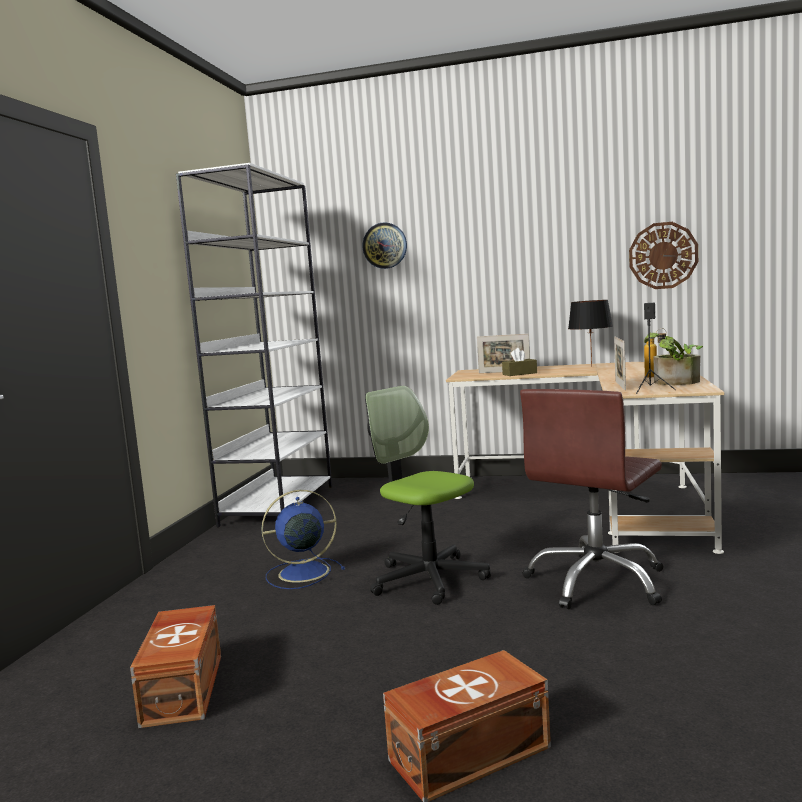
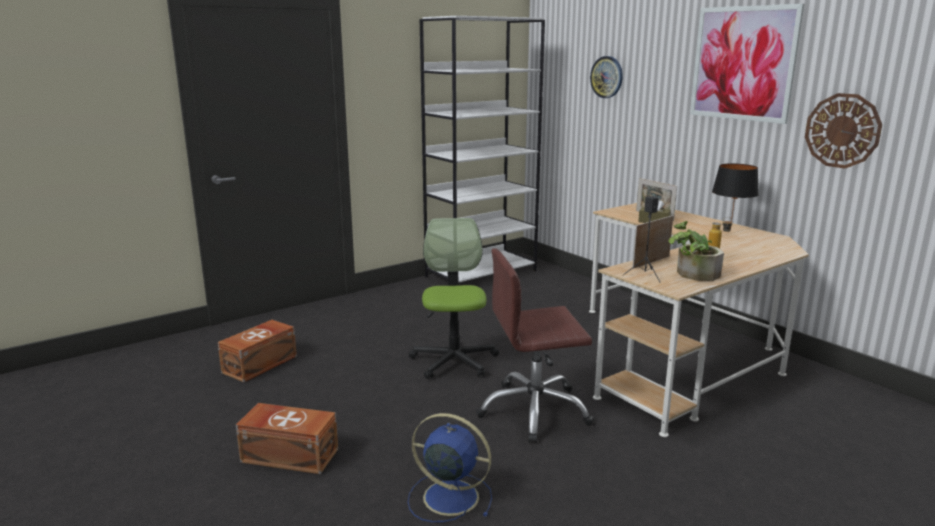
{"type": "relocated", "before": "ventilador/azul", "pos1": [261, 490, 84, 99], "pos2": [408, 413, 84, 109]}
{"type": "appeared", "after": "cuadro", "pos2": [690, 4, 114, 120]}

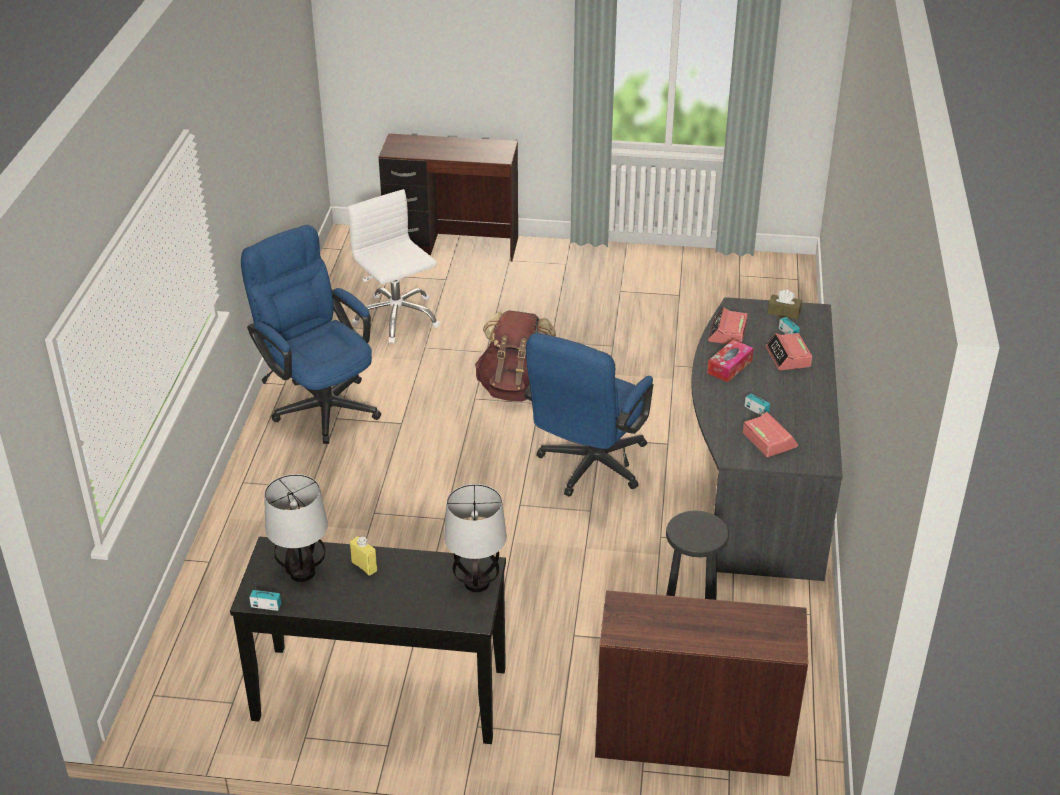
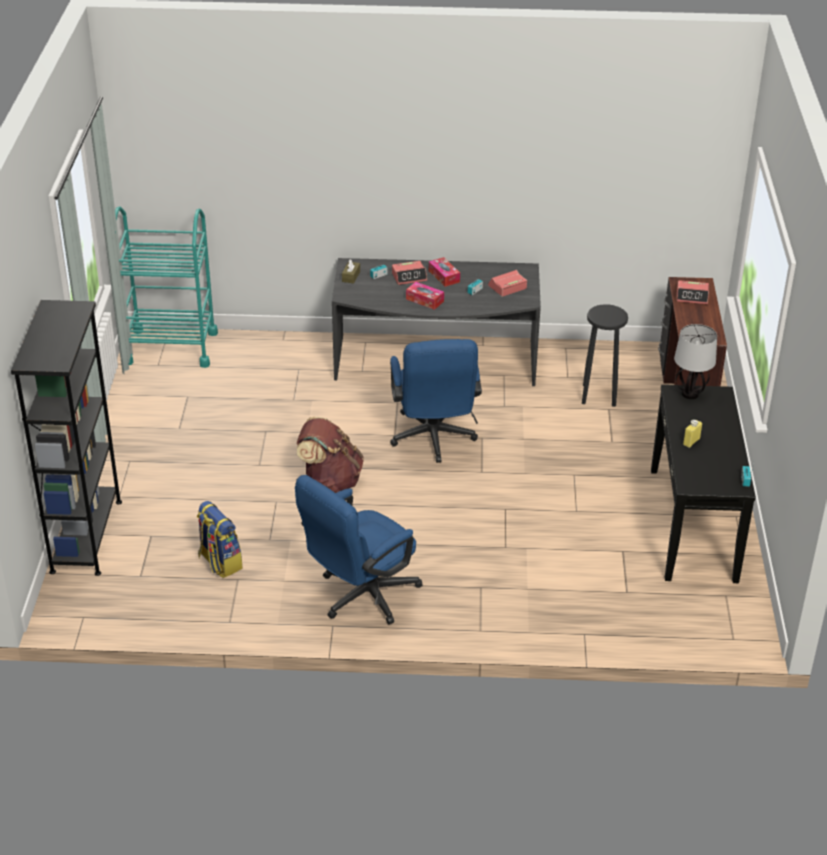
{"type": "exchanged", "before": "escritorio/marrón", "after": "estantería/negro", "pos1": [379, 133, 139, 129], "pos2": [11, 300, 111, 276]}
{"type": "exchanged", "before": "silla de oficina/blanco", "after": "mochila", "pos1": [347, 189, 94, 155], "pos2": [197, 501, 46, 77]}
{"type": "relocated", "before": "despertador", "pos1": [708, 307, 40, 37], "pos2": [676, 280, 33, 24]}
{"type": "spun", "before": "silla de oficina/azul", "pos1": [524, 333, 129, 164], "pos2": [390, 339, 92, 124], "turn": 60}
{"type": "missing", "before": "lámpara de mesa", "pos1": [264, 474, 64, 108]}
{"type": "appeared", "after": "carrito/turquesa", "pos2": [115, 206, 103, 162]}
{"type": "appeared", "after": "caja de pañuelos", "pos2": [429, 257, 31, 30]}

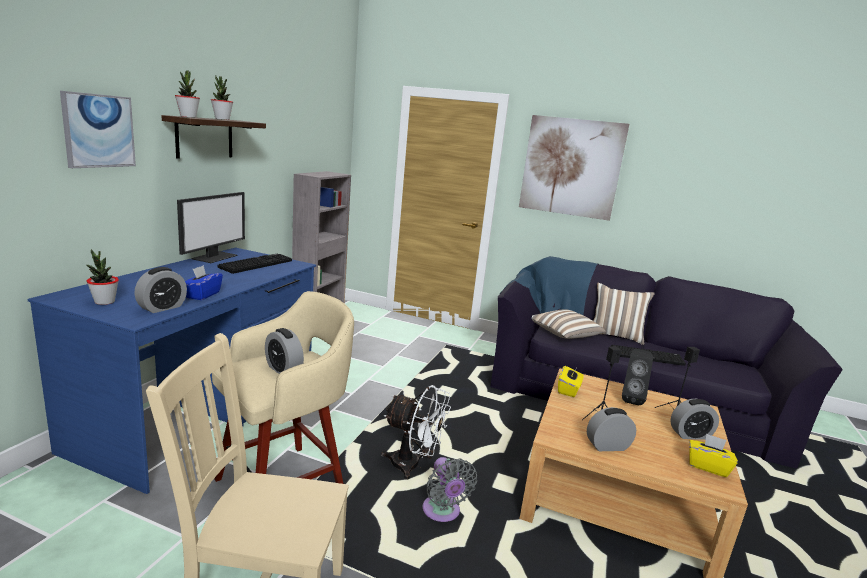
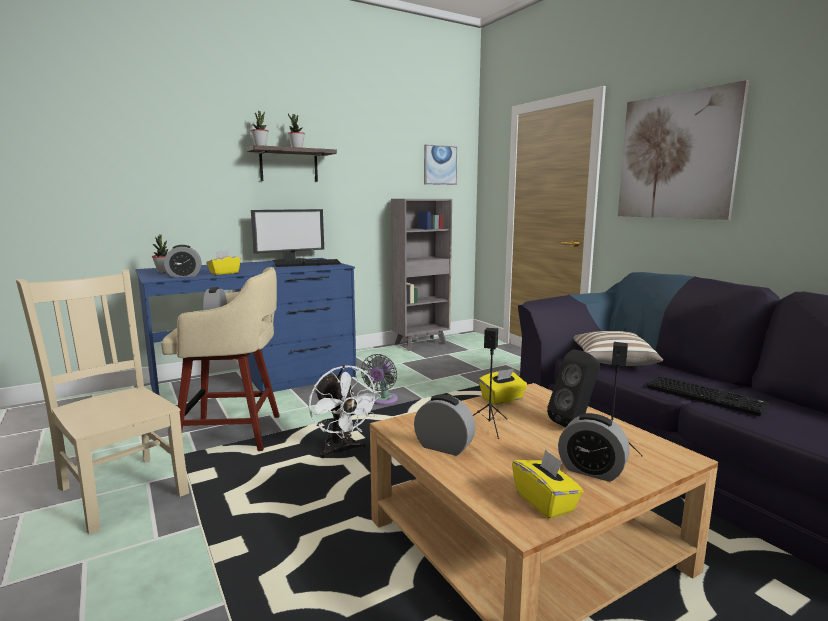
{"type": "relocated", "before": "cuadro", "pos1": [60, 91, 76, 77], "pos2": [424, 144, 33, 41]}
{"type": "colour", "before": "caja de pañuelos/azul", "after": "caja de pañuelos/amarillo", "pos1": [185, 265, 38, 35], "pos2": [206, 250, 35, 25]}
{"type": "missing", "before": "cojín", "pos1": [593, 283, 62, 62]}
{"type": "relocated", "before": "ventilador/gris", "pos1": [423, 457, 54, 65], "pos2": [361, 354, 37, 51]}

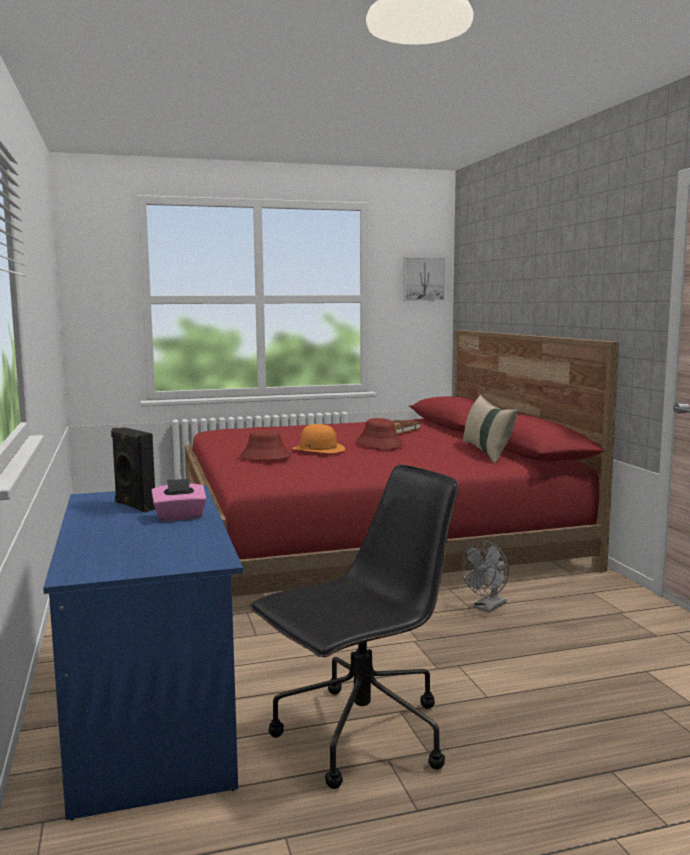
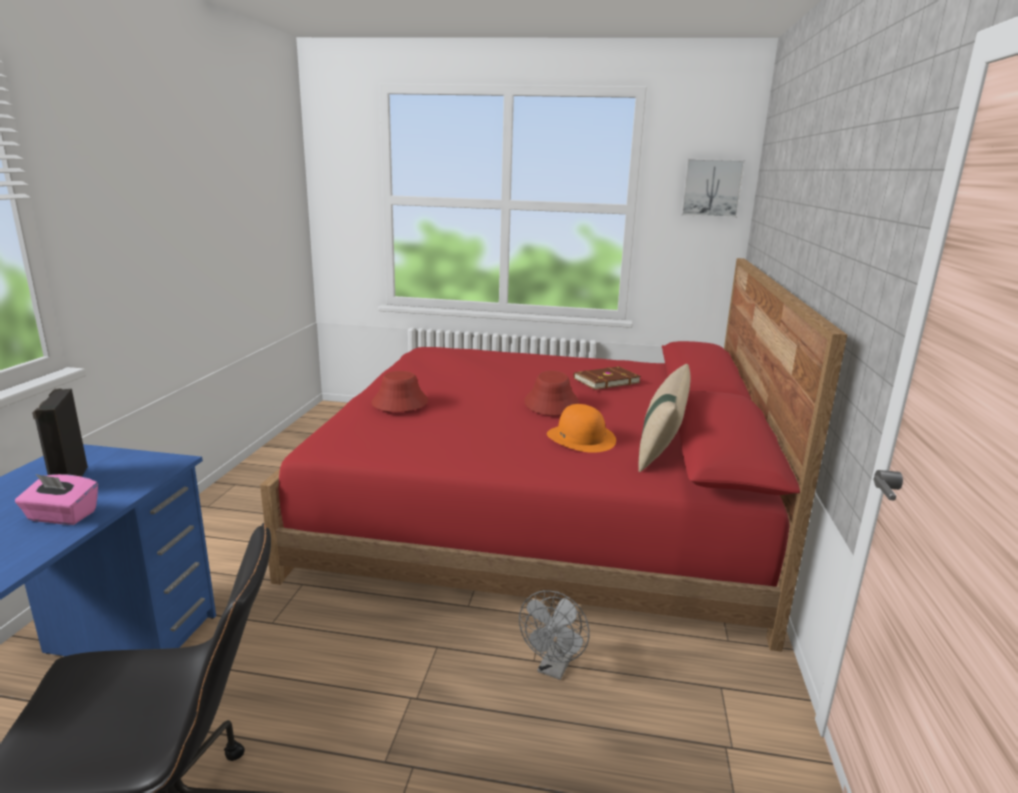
{"type": "relocated", "before": "sombrero/naranja", "pos1": [292, 424, 53, 29], "pos2": [547, 404, 69, 49]}
{"type": "spun", "before": "ventilador/gris", "pos1": [461, 540, 48, 72], "pos2": [519, 590, 71, 90], "turn": -45}

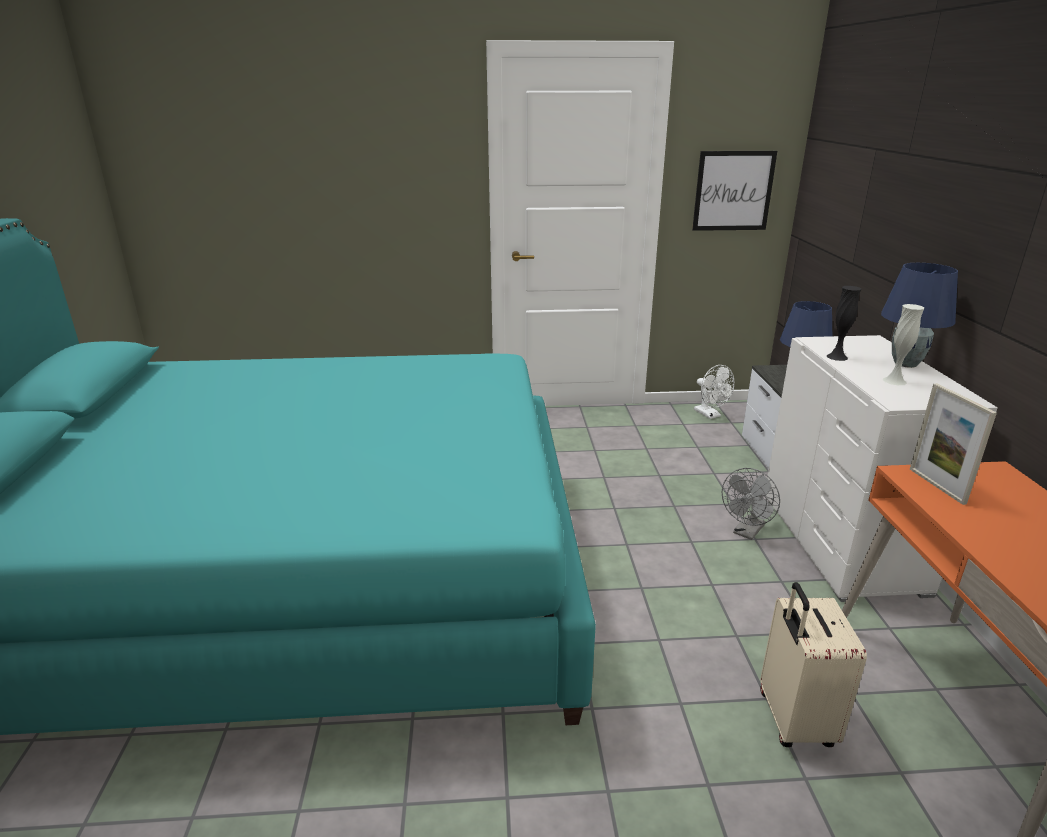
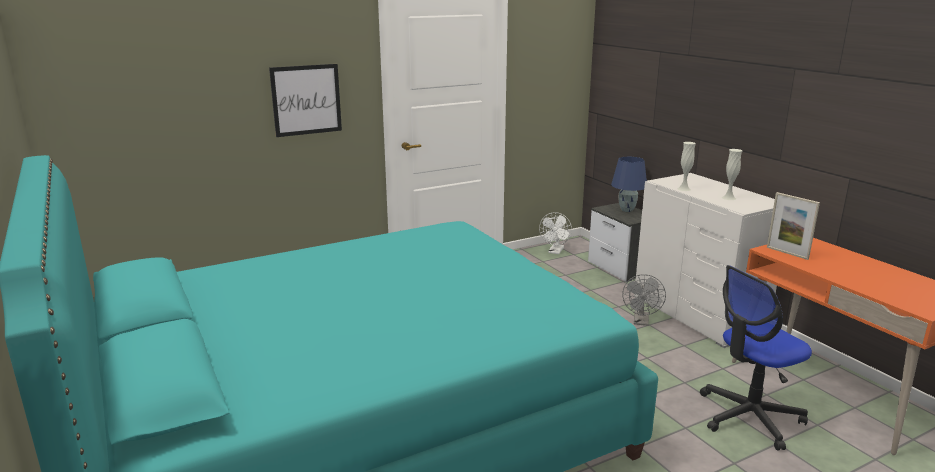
{"type": "relocated", "before": "cuadro", "pos1": [692, 151, 85, 80], "pos2": [269, 64, 73, 73]}
{"type": "missing", "before": "lámpara de mesa/azul", "pos1": [881, 263, 77, 105]}
{"type": "colour", "before": "florero/negro", "after": "florero/blanco", "pos1": [826, 286, 36, 75], "pos2": [677, 142, 19, 49]}
{"type": "spun", "before": "ventilador/blanco", "pos1": [694, 365, 40, 54], "pos2": [539, 212, 33, 42], "turn": 75}
{"type": "exchanged", "before": "maleta/beis", "after": "silla de oficina", "pos1": [760, 582, 107, 165], "pos2": [700, 265, 112, 185]}

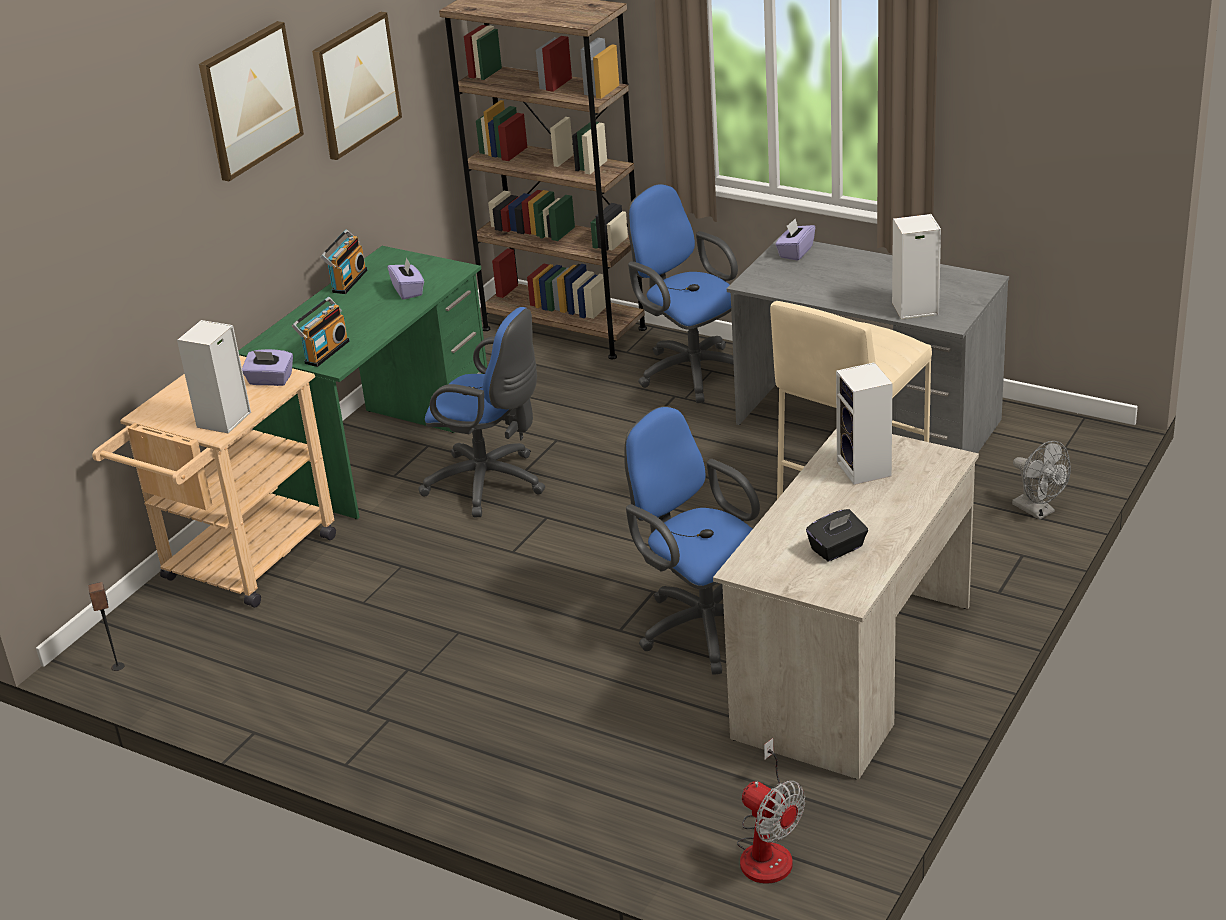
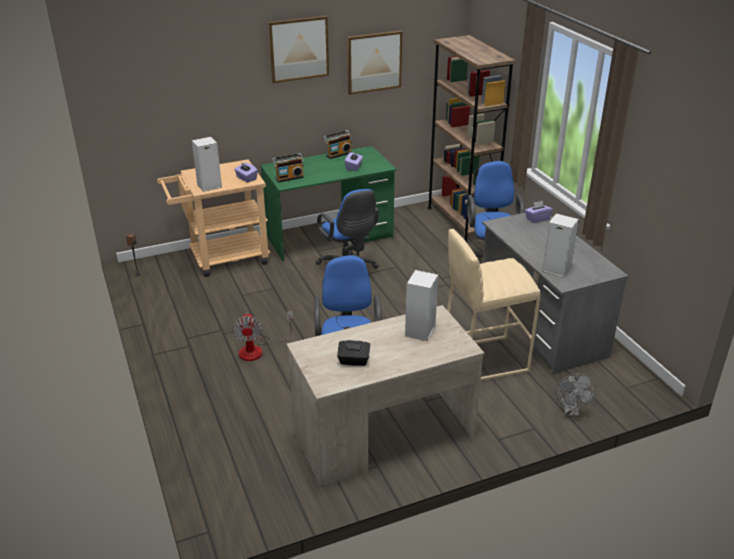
{"type": "relocated", "before": "ventilador", "pos1": [737, 738, 68, 146], "pos2": [232, 311, 61, 50]}

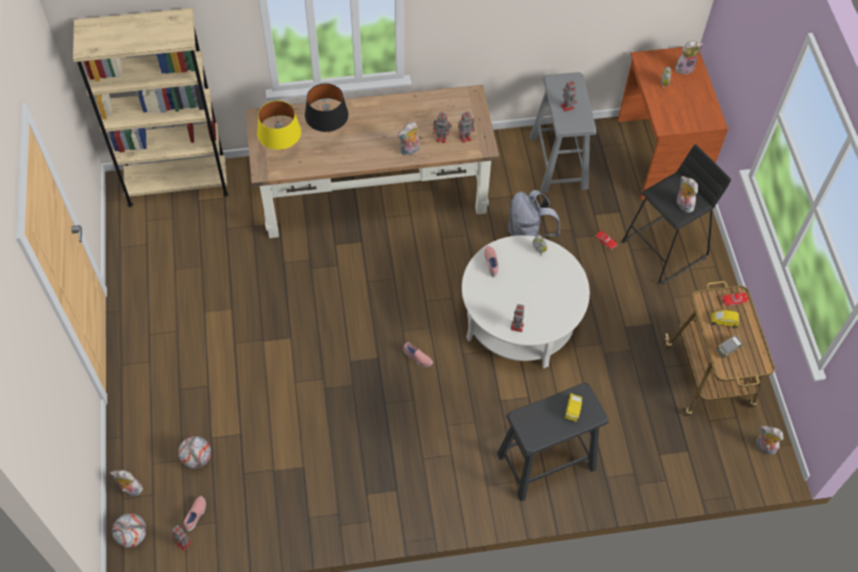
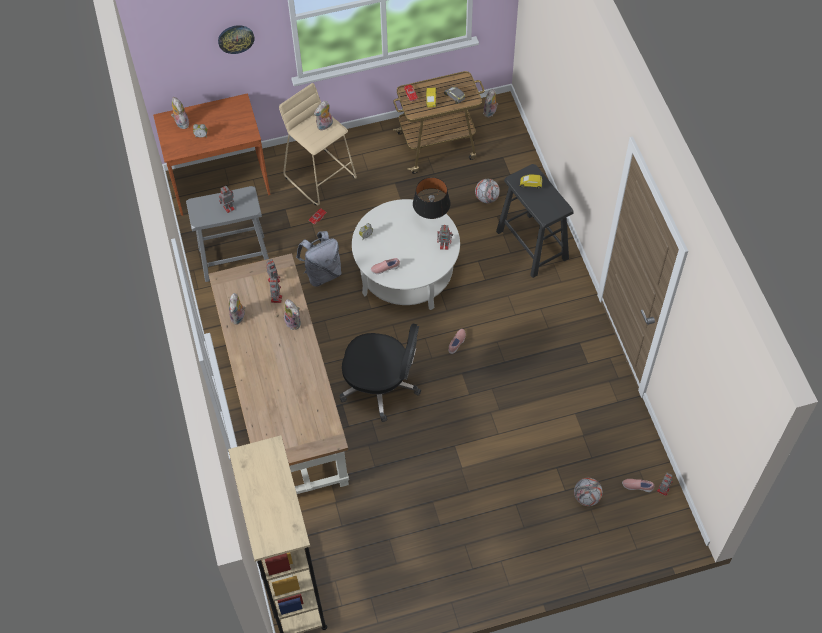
{"type": "relocated", "before": "lámpara de mesa/negro", "pos1": [305, 83, 43, 50], "pos2": [413, 177, 38, 42]}
{"type": "missing", "before": "lámpara de mesa/amarillo", "pos1": [257, 101, 44, 49]}
{"type": "colour", "before": "taburete/negro", "after": "taburete/beis", "pos1": [622, 144, 109, 140], "pos2": [279, 83, 78, 123]}
{"type": "relocated", "before": "peluche", "pos1": [110, 470, 35, 26], "pos2": [229, 293, 16, 32]}
{"type": "relocated", "before": "balón de fútbol", "pos1": [112, 513, 35, 35], "pos2": [475, 179, 25, 24]}
{"type": "appeared", "after": "reloj de pared", "pos2": [218, 25, 36, 29]}
{"type": "appeared", "after": "silla de oficina/negro", "pos2": [340, 324, 81, 98]}

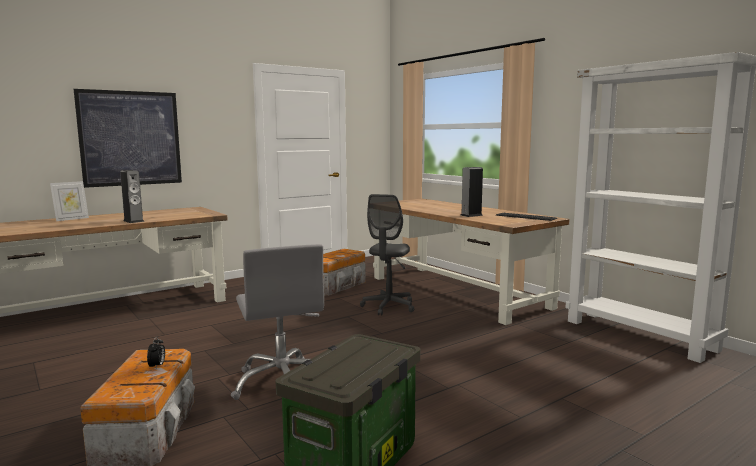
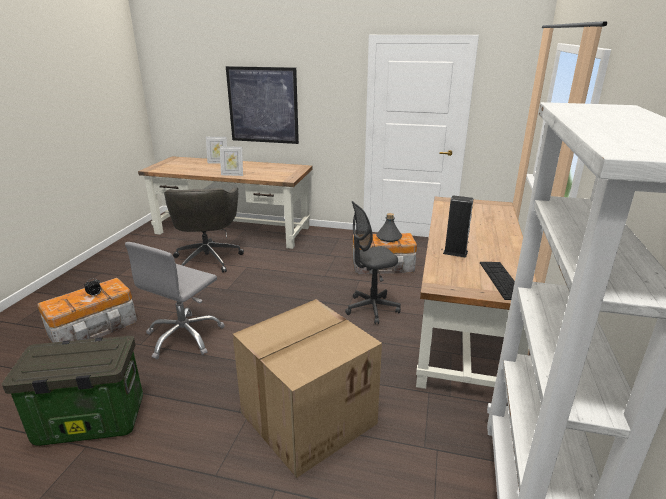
{"type": "exchanged", "before": "altavoz", "after": "portarretratos", "pos1": [120, 170, 24, 53], "pos2": [220, 146, 23, 30]}
{"type": "appeared", "after": "silla de oficina/gris", "pos2": [164, 187, 80, 86]}
{"type": "appeared", "after": "botella/gris", "pos2": [376, 213, 26, 29]}
{"type": "appeared", "after": "caja de cartón", "pos2": [233, 299, 149, 179]}

